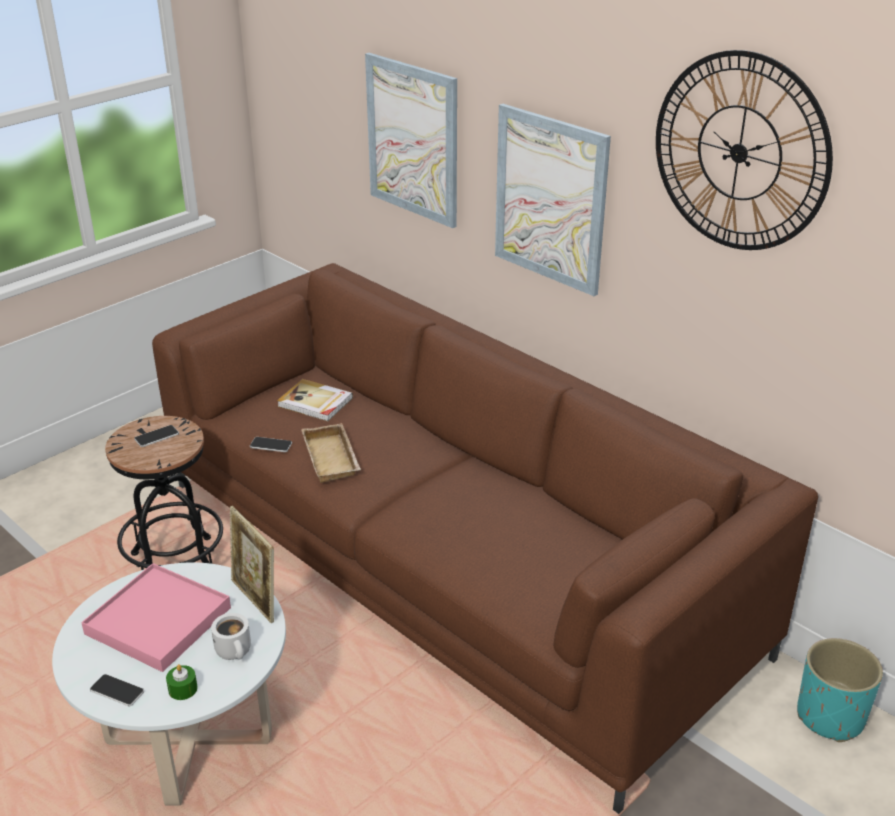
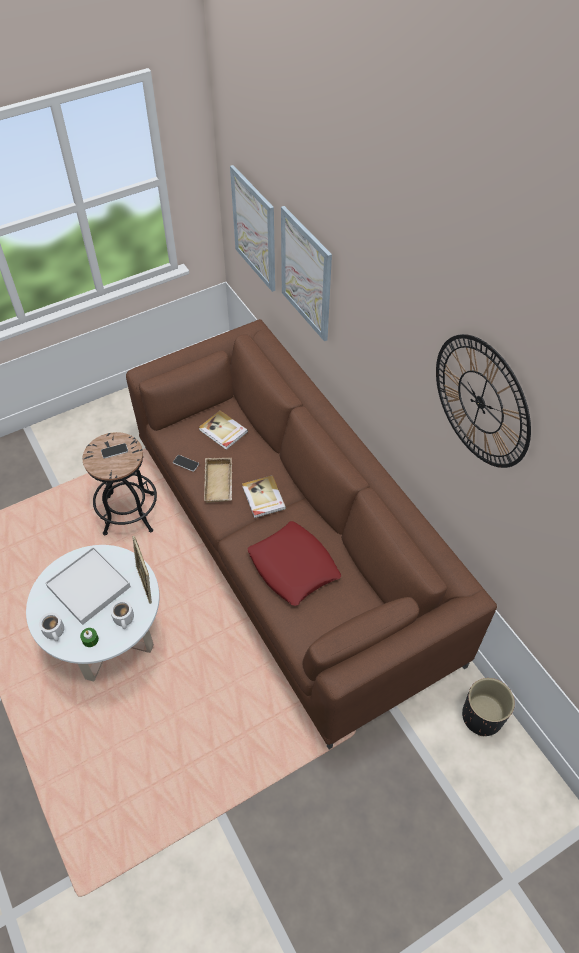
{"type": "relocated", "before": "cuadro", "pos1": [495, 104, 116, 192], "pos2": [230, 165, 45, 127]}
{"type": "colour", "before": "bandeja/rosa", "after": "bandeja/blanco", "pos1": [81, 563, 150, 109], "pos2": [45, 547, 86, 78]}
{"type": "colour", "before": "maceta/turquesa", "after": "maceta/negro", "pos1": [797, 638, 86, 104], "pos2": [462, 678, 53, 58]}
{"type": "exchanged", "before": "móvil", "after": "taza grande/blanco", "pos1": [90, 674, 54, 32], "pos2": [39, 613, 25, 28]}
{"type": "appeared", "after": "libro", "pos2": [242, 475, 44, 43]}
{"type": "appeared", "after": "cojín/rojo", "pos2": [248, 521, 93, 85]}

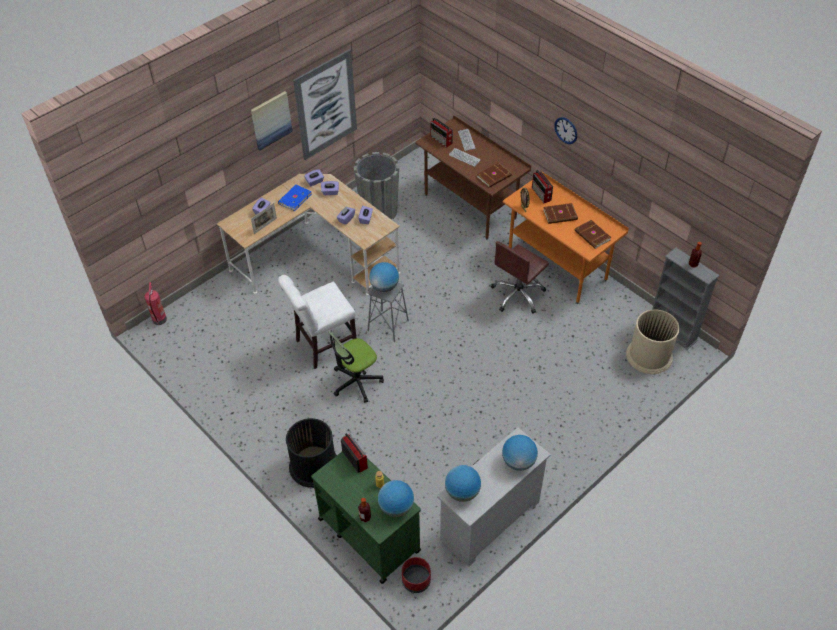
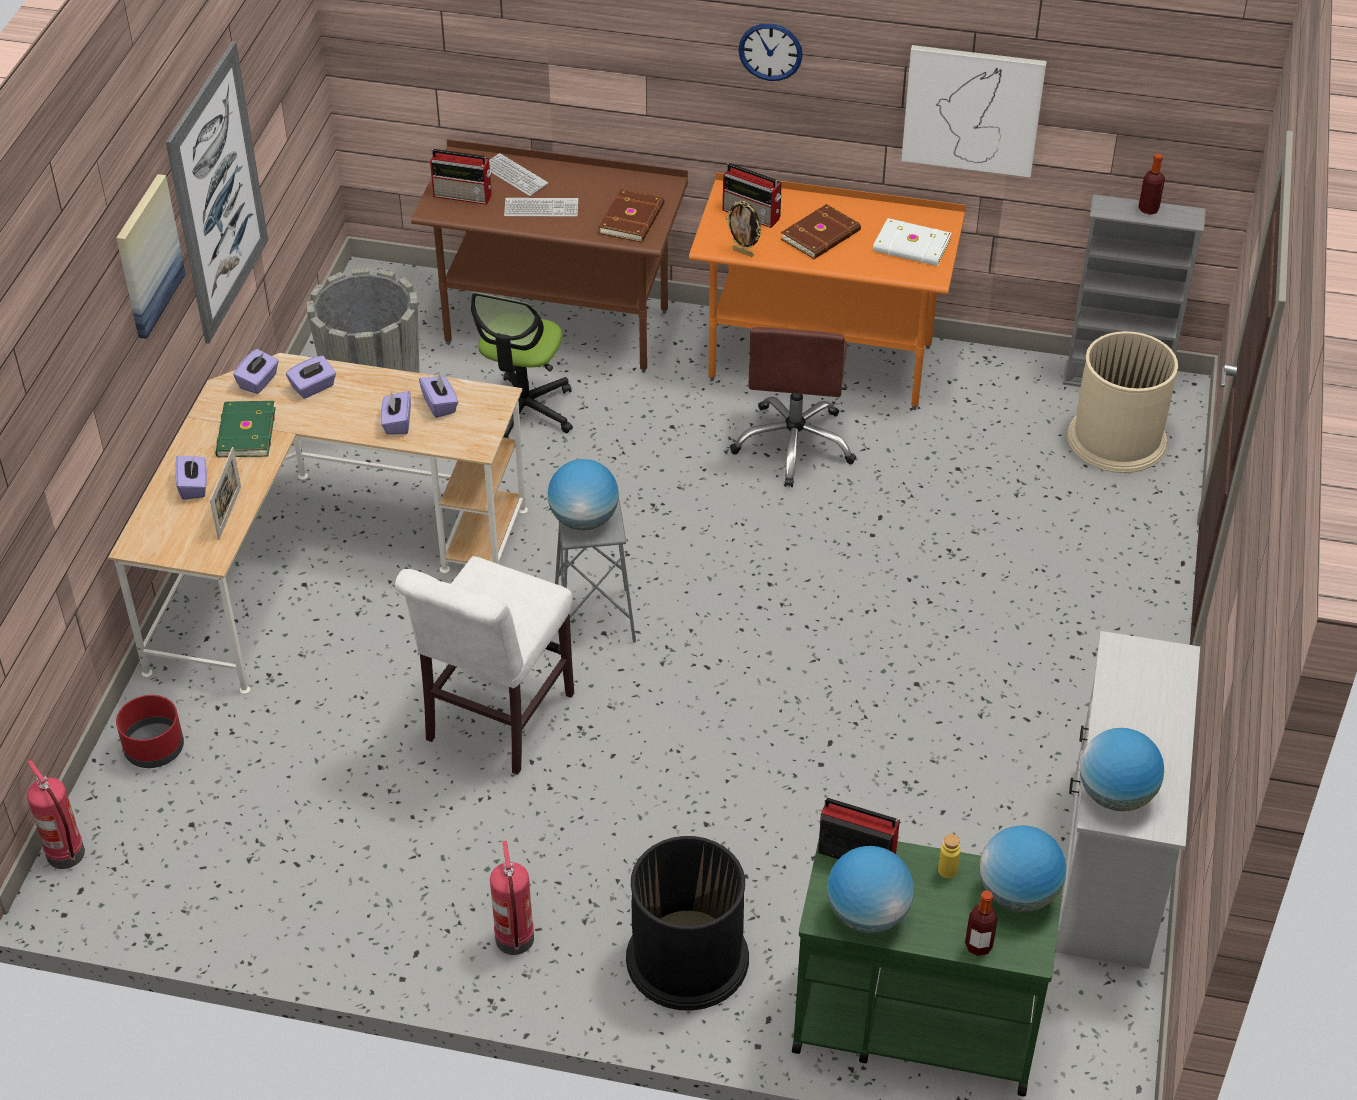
{"type": "colour", "before": "libro/azul", "after": "libro/verde", "pos1": [278, 185, 34, 26], "pos2": [215, 401, 61, 56]}
{"type": "colour", "before": "libro/marrón", "after": "libro/blanco", "pos1": [575, 220, 36, 29], "pos2": [873, 218, 79, 48]}
{"type": "relocated", "before": "silla de oficina", "pos1": [328, 331, 56, 72], "pos2": [471, 293, 102, 145]}
{"type": "relocated", "before": "globo terráqueo", "pos1": [502, 435, 36, 36], "pos2": [827, 846, 87, 87]}
{"type": "relocated", "before": "maceta/rojo", "pos1": [402, 557, 29, 36], "pos2": [116, 695, 68, 73]}
{"type": "appeared", "after": "cuadro", "pos2": [901, 45, 146, 132]}
{"type": "appeared", "after": "extintor", "pos2": [490, 841, 44, 114]}

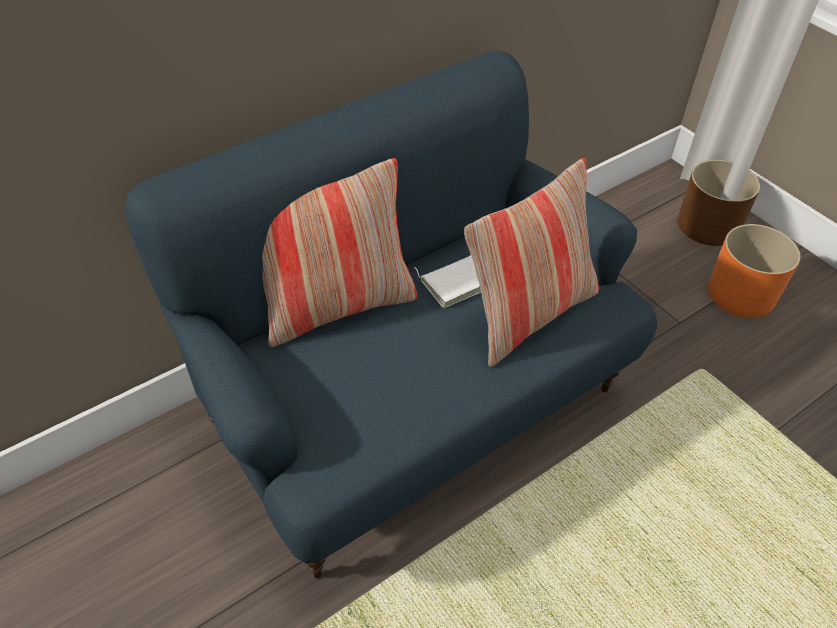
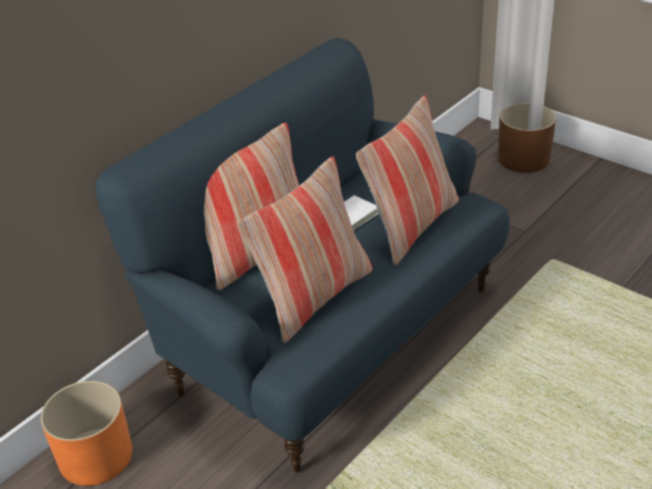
{"type": "relocated", "before": "maceta/naranja", "pos1": [708, 224, 93, 94], "pos2": [40, 381, 92, 105]}
{"type": "appeared", "after": "cojín", "pos2": [237, 156, 136, 187]}

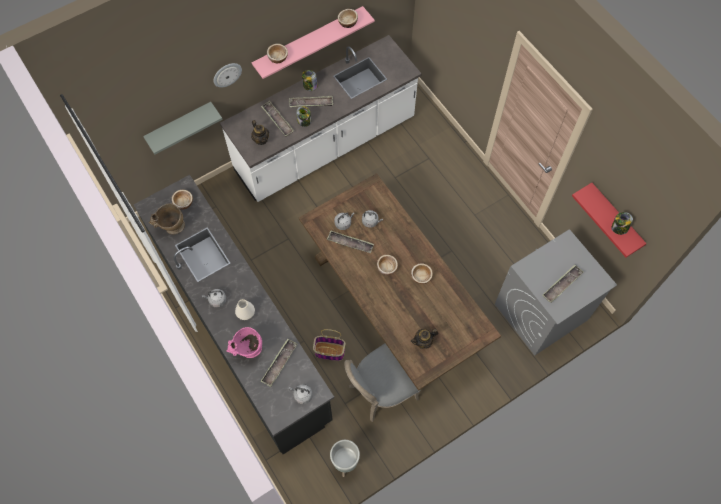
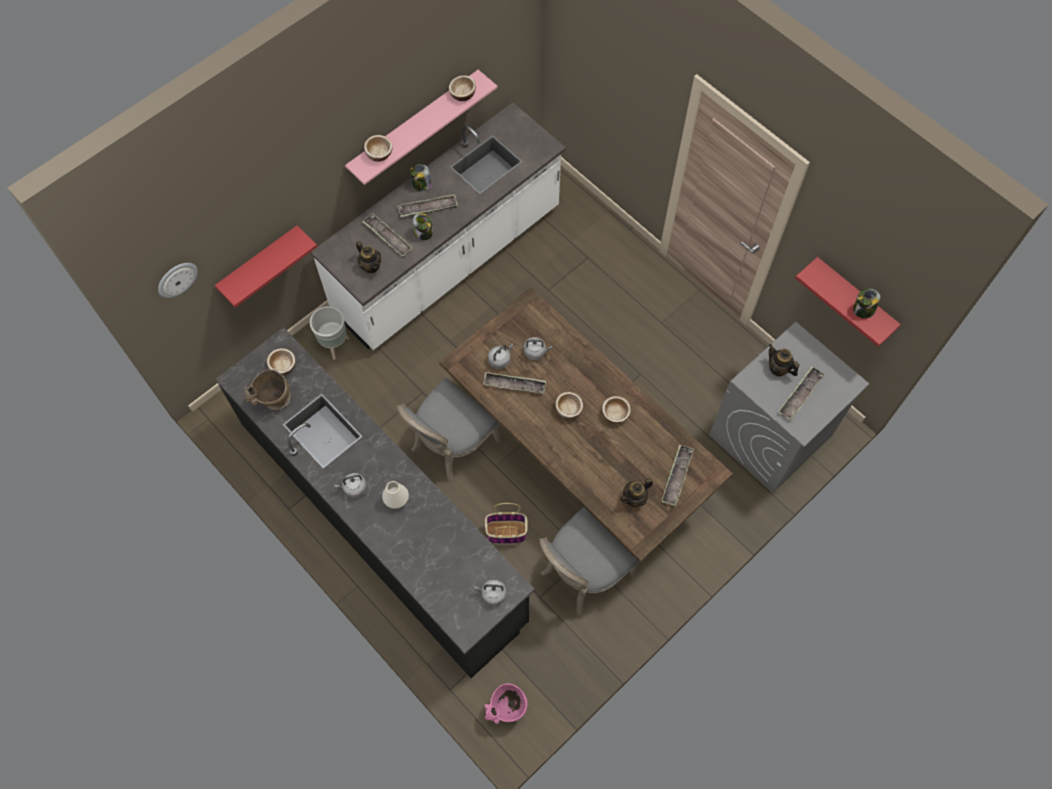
{"type": "relocated", "before": "reloj de pared", "pos1": [214, 63, 28, 24], "pos2": [158, 263, 40, 35]}
{"type": "colour", "before": "estante/gris", "after": "estante/rojo", "pos1": [143, 102, 80, 53], "pos2": [215, 225, 102, 83]}
{"type": "relocated", "before": "florero/rosa", "pos1": [226, 327, 36, 31], "pos2": [485, 683, 43, 41]}
{"type": "relocated", "before": "bandeja", "pos1": [261, 339, 36, 48], "pos2": [661, 445, 33, 61]}
{"type": "relocated", "before": "maceta/gris", "pos1": [330, 440, 30, 37], "pos2": [310, 306, 39, 54]}
{"type": "appeared", "after": "tetera", "pos2": [768, 344, 31, 32]}
{"type": "appeared", "after": "silla/gris", "pos2": [397, 378, 104, 105]}

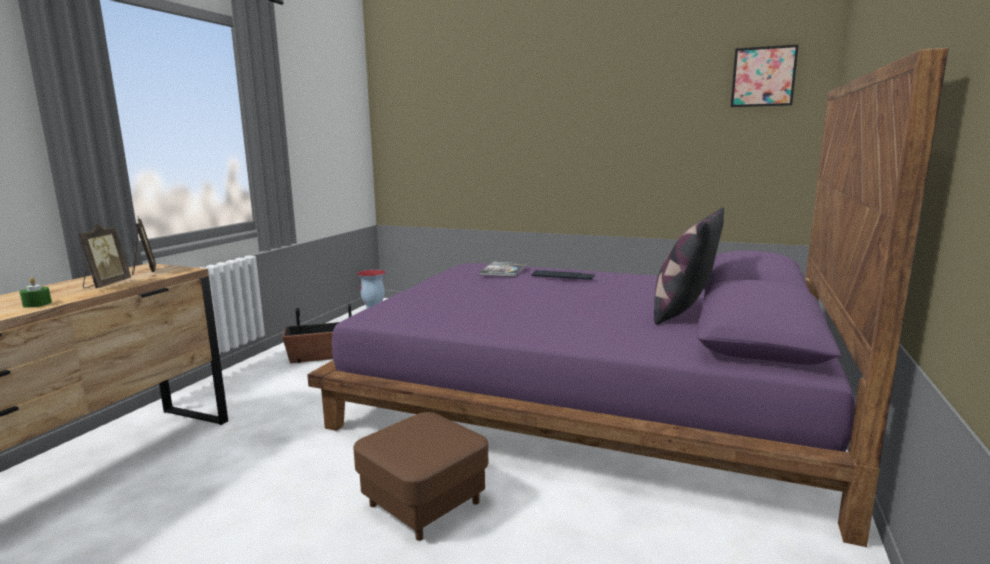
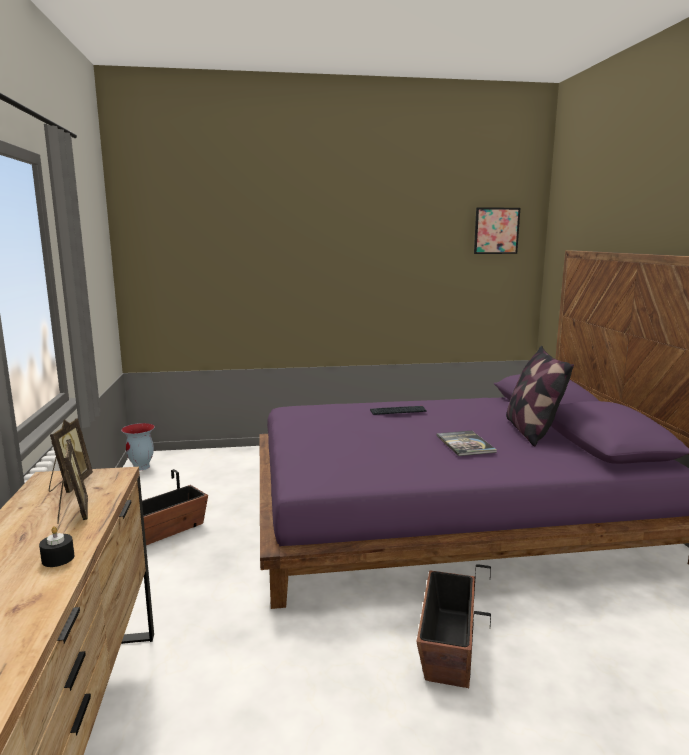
{"type": "spun", "before": "portarretratos", "pos1": [132, 217, 24, 58], "pos2": [49, 418, 44, 75], "turn": 60}
{"type": "relocated", "before": "libro", "pos1": [479, 261, 48, 16], "pos2": [437, 431, 60, 25]}
{"type": "colour", "before": "vela/verde", "after": "vela/negro", "pos1": [19, 277, 33, 31], "pos2": [39, 526, 35, 41]}
{"type": "exchanged", "before": "puf/marrón", "after": "maceta", "pos1": [353, 412, 135, 129], "pos2": [417, 564, 74, 124]}

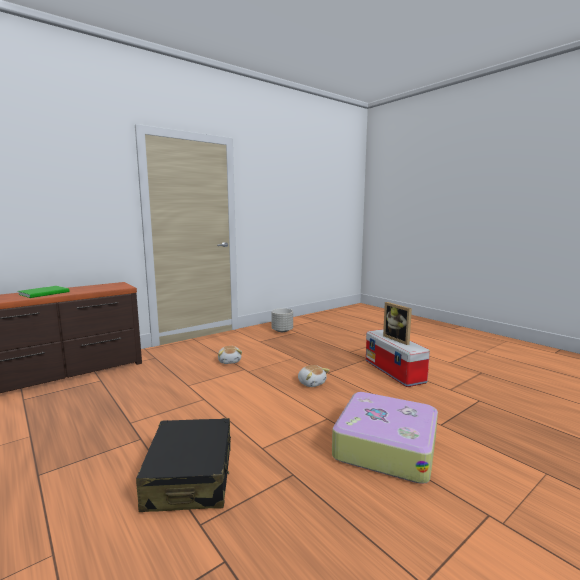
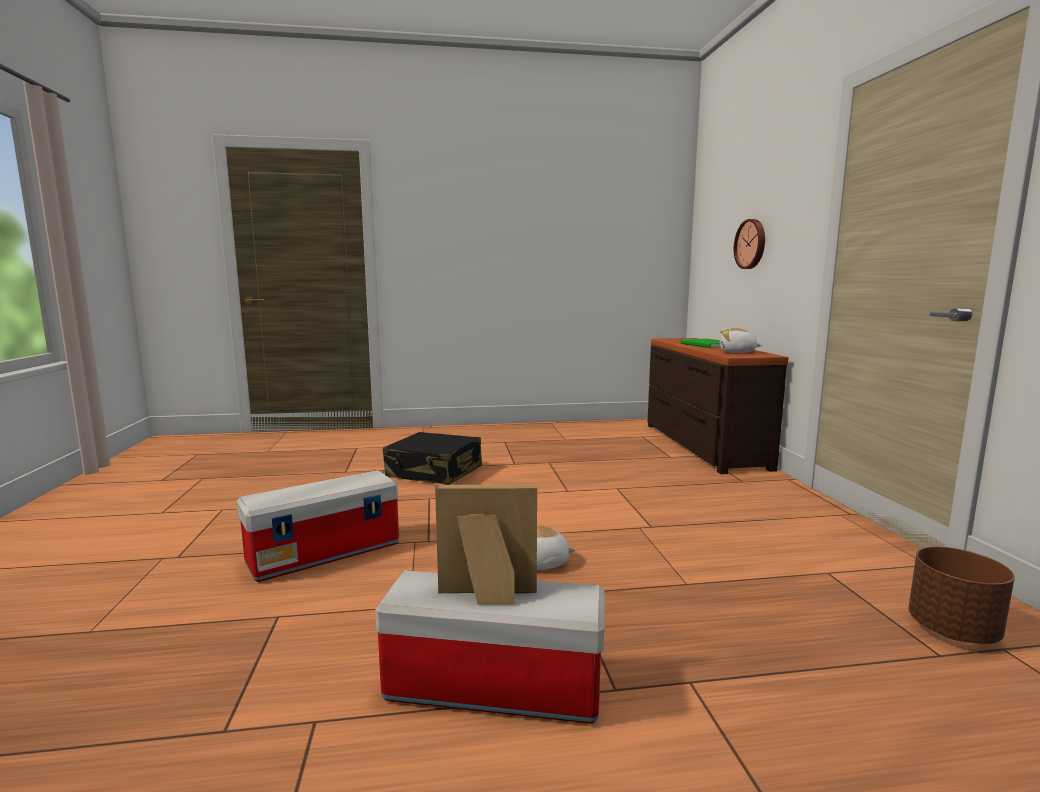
{"type": "colour", "before": "maceta/gris", "after": "maceta/marrón", "pos1": [271, 308, 22, 24], "pos2": [908, 546, 107, 98]}
{"type": "relocated", "before": "peluche", "pos1": [218, 346, 24, 18], "pos2": [720, 328, 42, 25]}
{"type": "exchanged", "before": "maleta", "after": "caja de almacenaje", "pos1": [332, 392, 106, 92], "pos2": [236, 470, 163, 112]}
{"type": "appeared", "after": "reloj de pared", "pos2": [734, 219, 31, 50]}

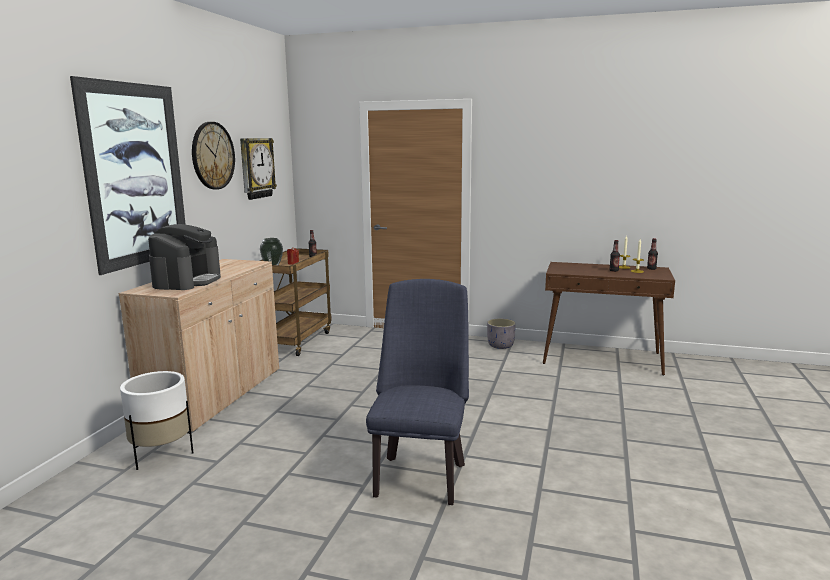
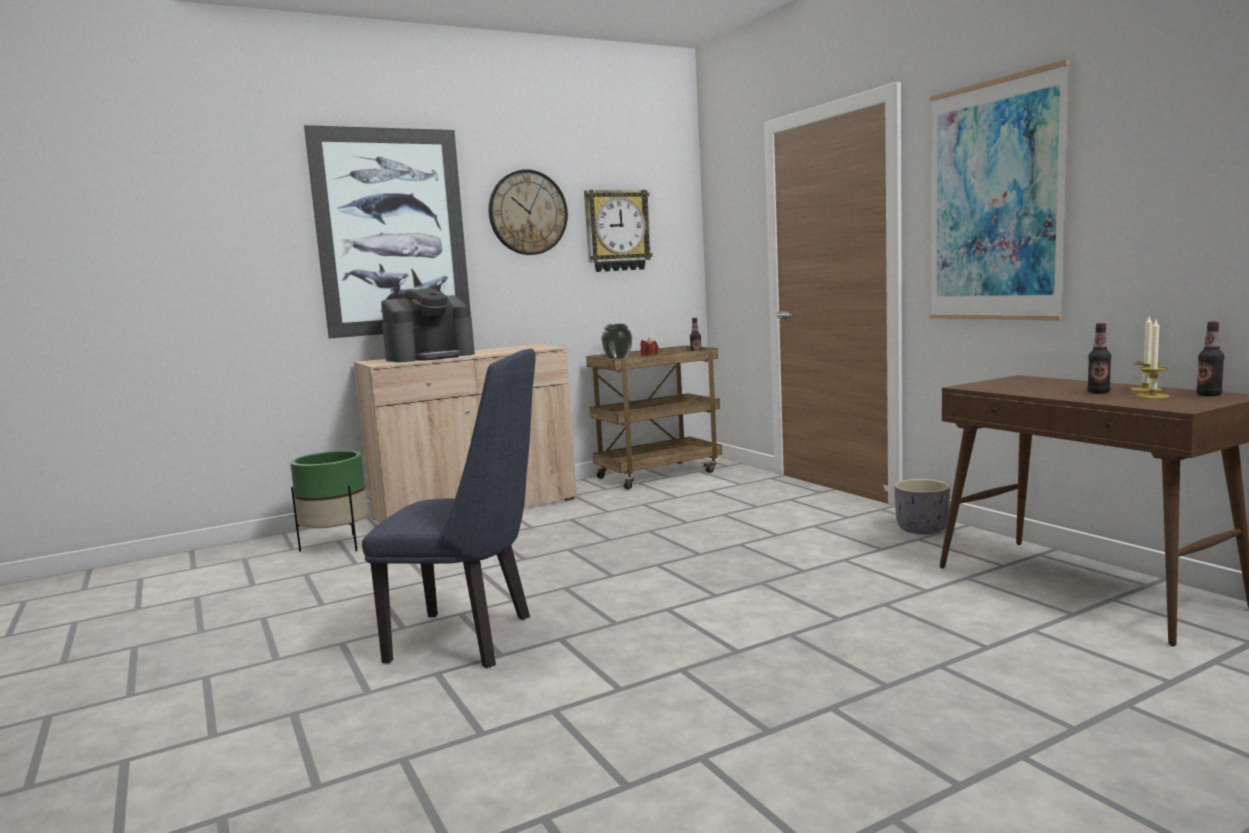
{"type": "spun", "before": "silla/azul", "pos1": [366, 279, 103, 226], "pos2": [362, 349, 174, 319], "turn": 45}
{"type": "colour", "before": "maceta/blanco", "after": "maceta/verde", "pos1": [120, 371, 74, 99], "pos2": [290, 450, 78, 102]}
{"type": "appeared", "after": "cuadro", "pos2": [929, 60, 141, 261]}

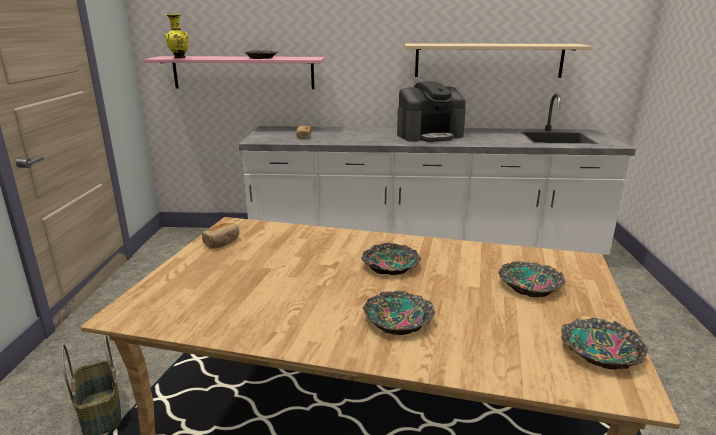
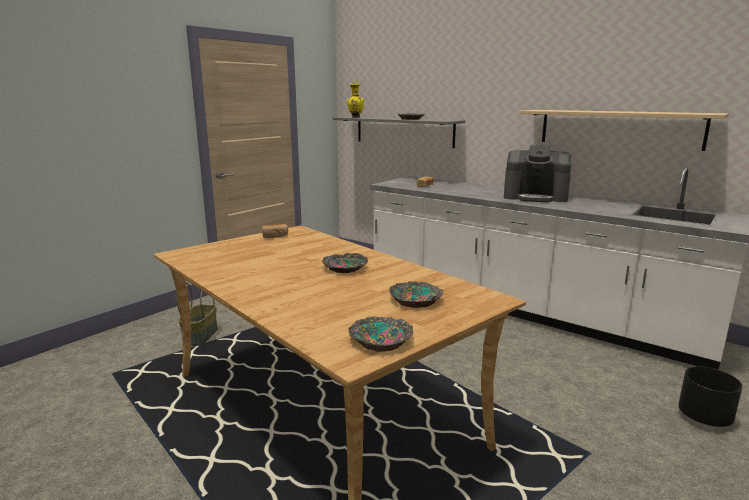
{"type": "colour", "before": "estante/rosa", "after": "estante/gris", "pos1": [144, 56, 181, 33], "pos2": [333, 116, 132, 32]}
{"type": "missing", "before": "cuenco", "pos1": [363, 290, 72, 45]}
{"type": "appeared", "after": "maceta/negro", "pos2": [678, 366, 65, 61]}

